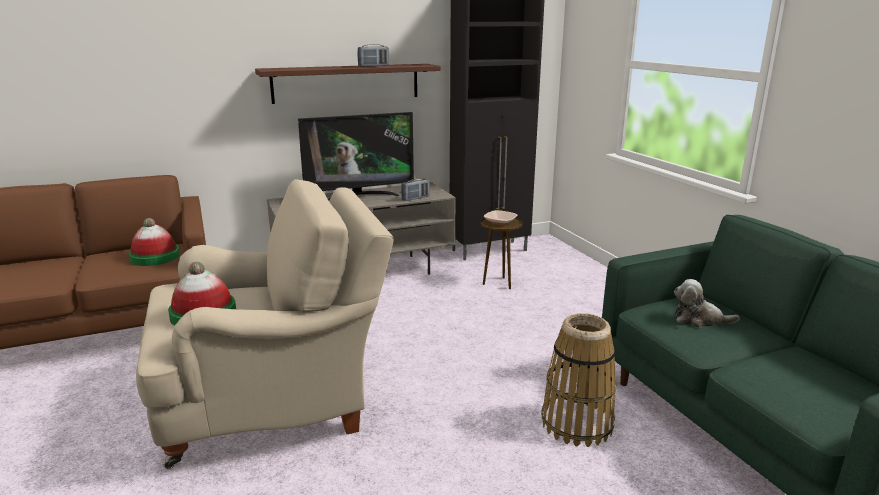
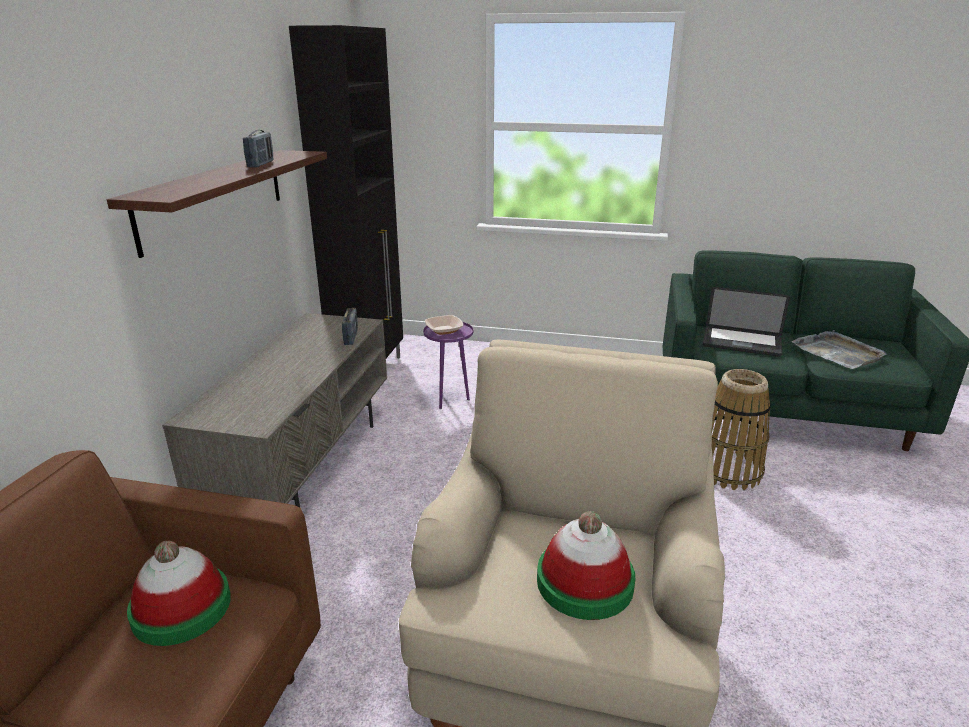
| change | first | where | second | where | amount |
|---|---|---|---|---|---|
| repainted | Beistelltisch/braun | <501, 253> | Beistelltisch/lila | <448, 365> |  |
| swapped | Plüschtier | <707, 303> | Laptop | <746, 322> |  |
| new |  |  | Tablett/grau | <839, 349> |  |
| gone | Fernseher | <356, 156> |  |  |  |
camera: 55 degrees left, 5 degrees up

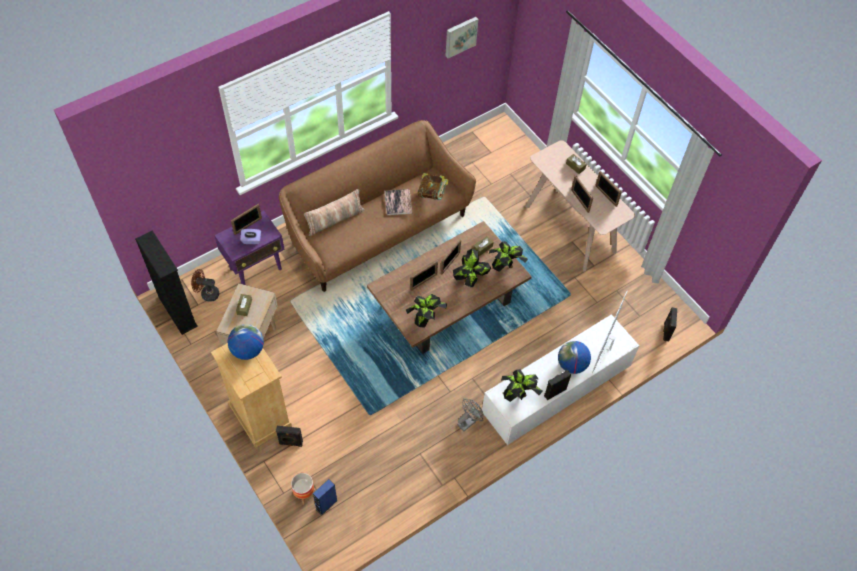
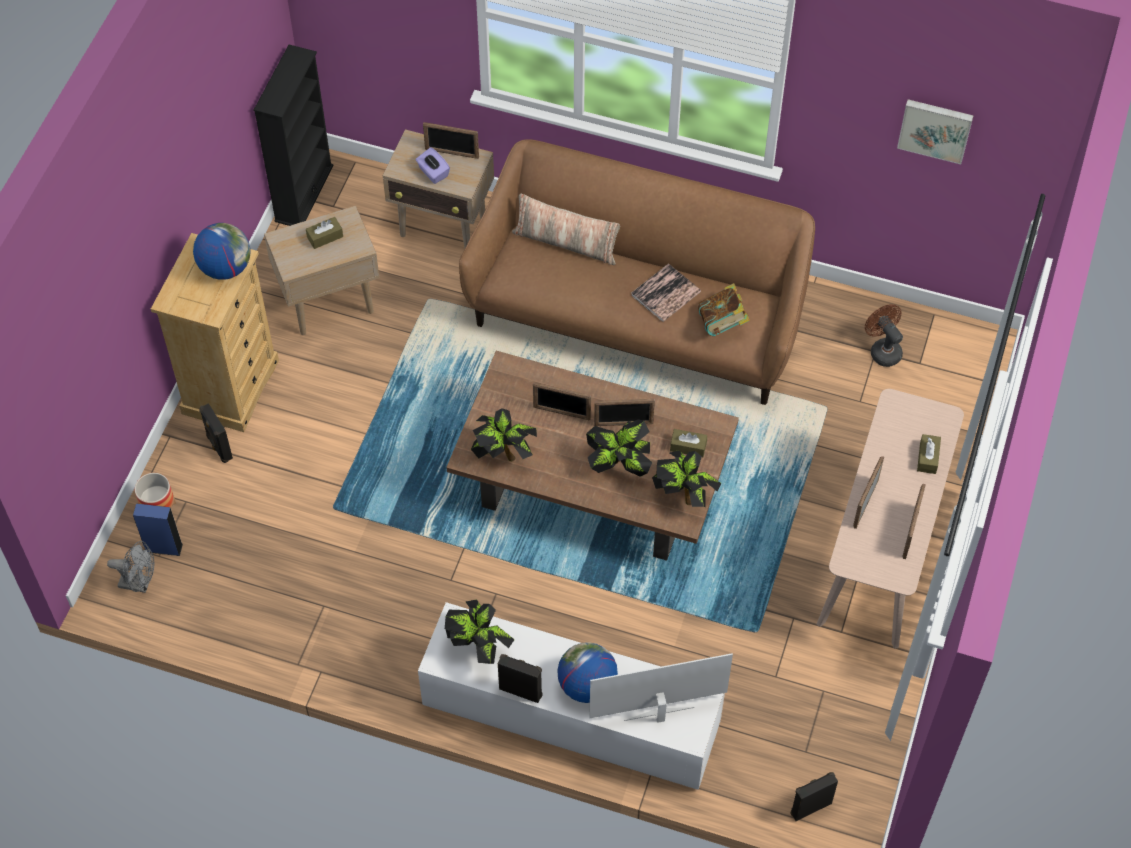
| change | first | where | second | where | amount |
|---|---|---|---|---|---|
| shifted | Ventilator/grau | <470, 415> |  | <130, 567> |  |
| repainted | Beistelltisch/lila | <249, 248> | Beistelltisch/beige | <438, 189> |  |
| shifted | Ventilator/braun | <205, 285> |  | <884, 335> |  |
camera: 55 degrees right, 0 degrees up

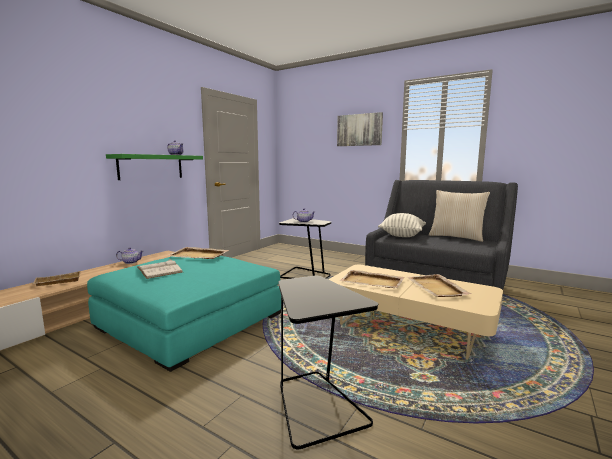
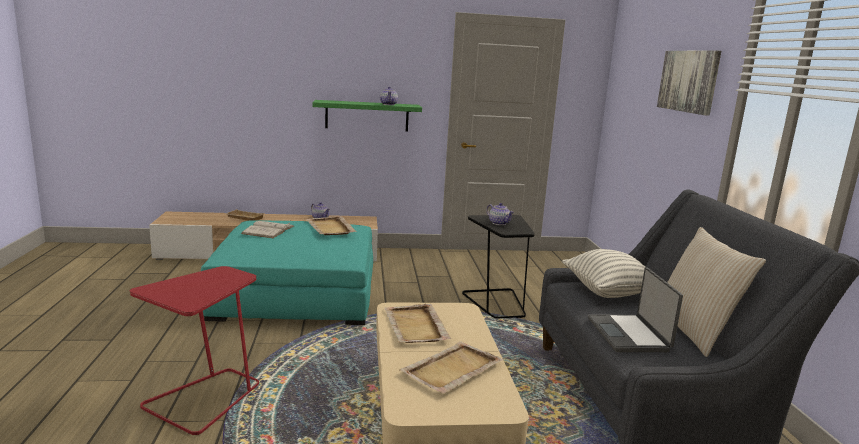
| change | first | where | second | where | amount |
|---|---|---|---|---|---|
| repainted | Beistelltisch/schwarz | <328, 362> | Beistelltisch/rot | <194, 350> |  |
| new |  |  | Laptop | <635, 309> |  |
camera: 50 degrees right, 5 degrees up

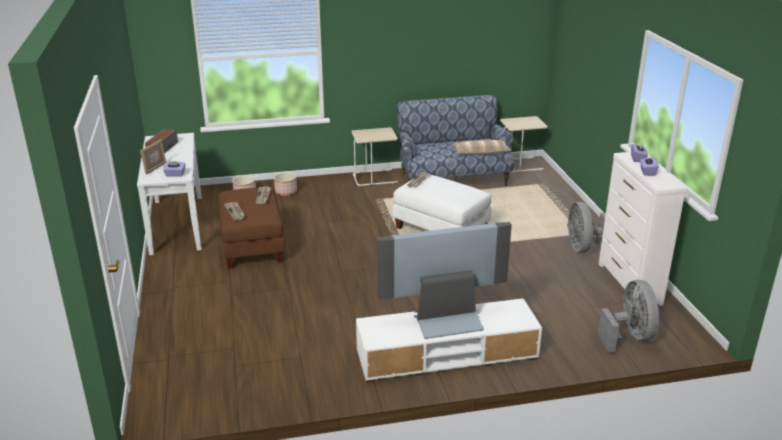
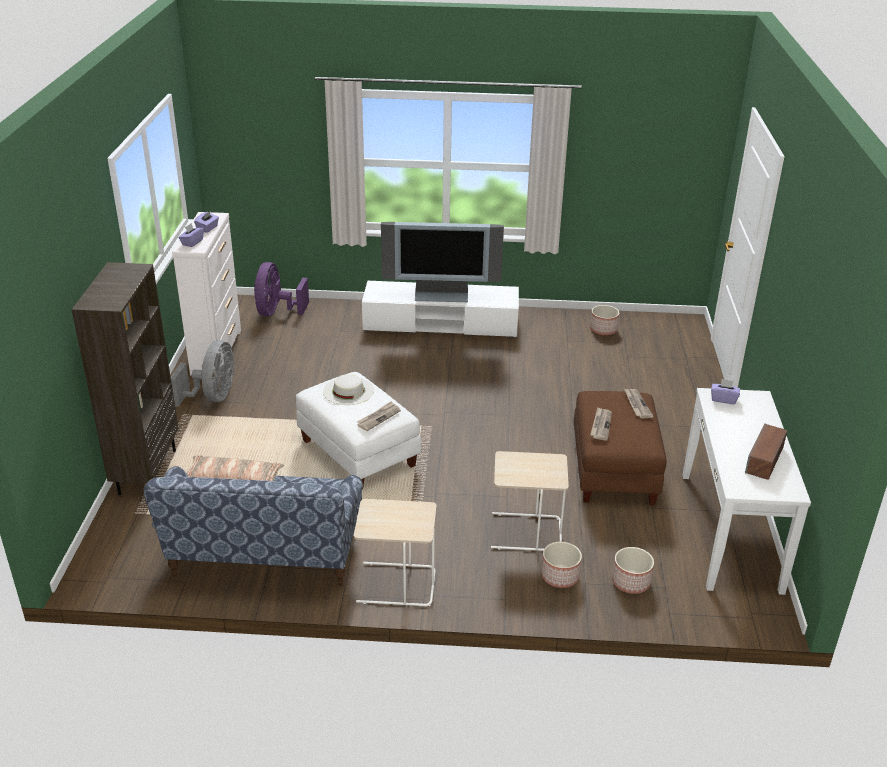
| change | first | where | second | where | amount |
|---|---|---|---|---|---|
| new |  |  | Bücherregal/braun | <125, 378> |  |
| repainted | Ventilator/grau | <628, 316> | Ventilator/lila | <281, 289> |  |
| new |  |  | Hut/weiß | <348, 389> |  |
| shifted | Beistelltisch/beige | <524, 144> |  | <530, 501> |  |
| new |  |  | Pflanzkübel | <604, 320> |  |
| gone | Bilderrahmen | <153, 156> |  |  |  |
camera: 165 degrees left, 5 degrees up

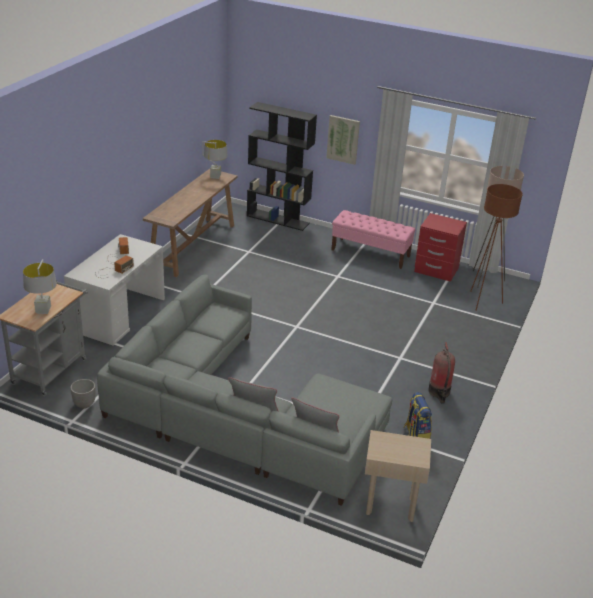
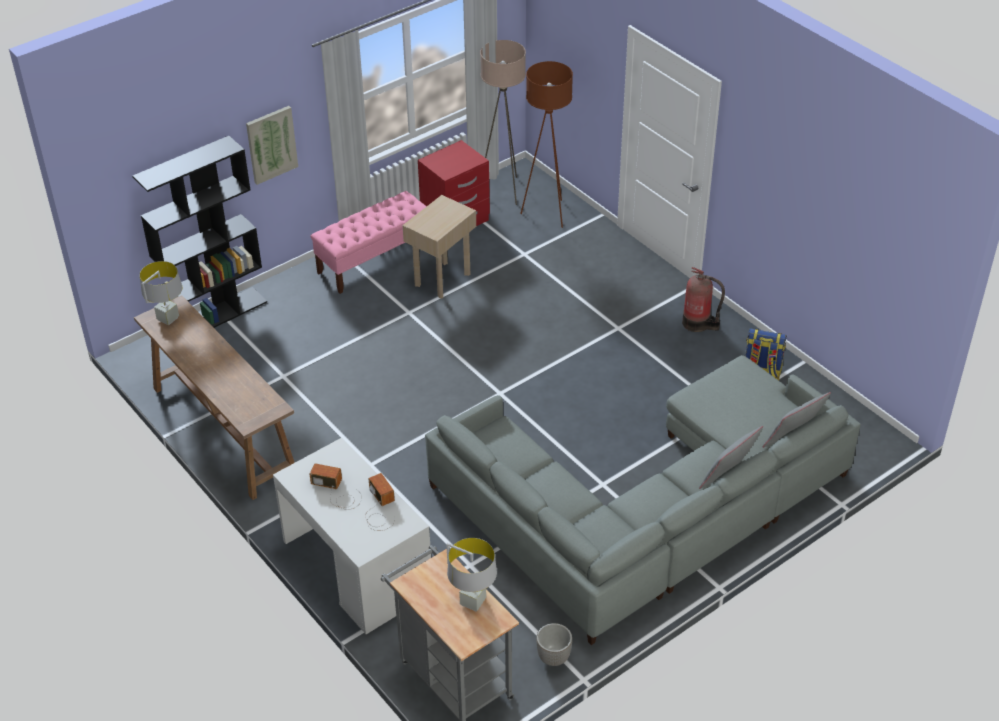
| change | first | where | second | where | amount |
|---|---|---|---|---|---|
| shifted | Beistelltisch/beige | <398, 476> |  | <439, 247> |  |
camera: 60 degrees left, 10 degrees up

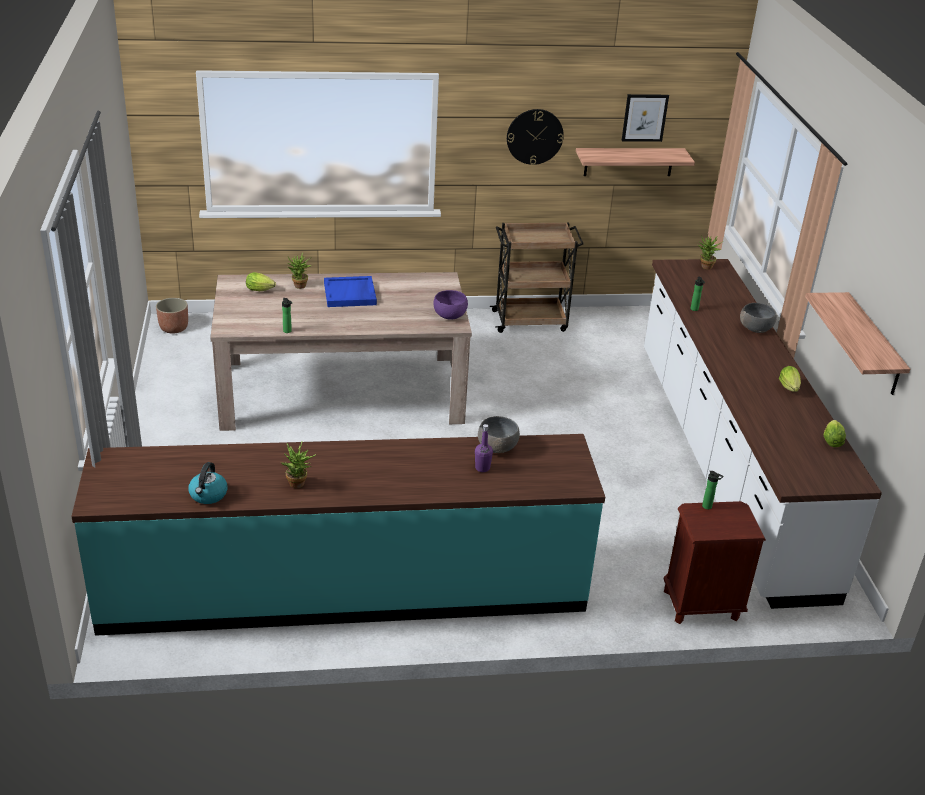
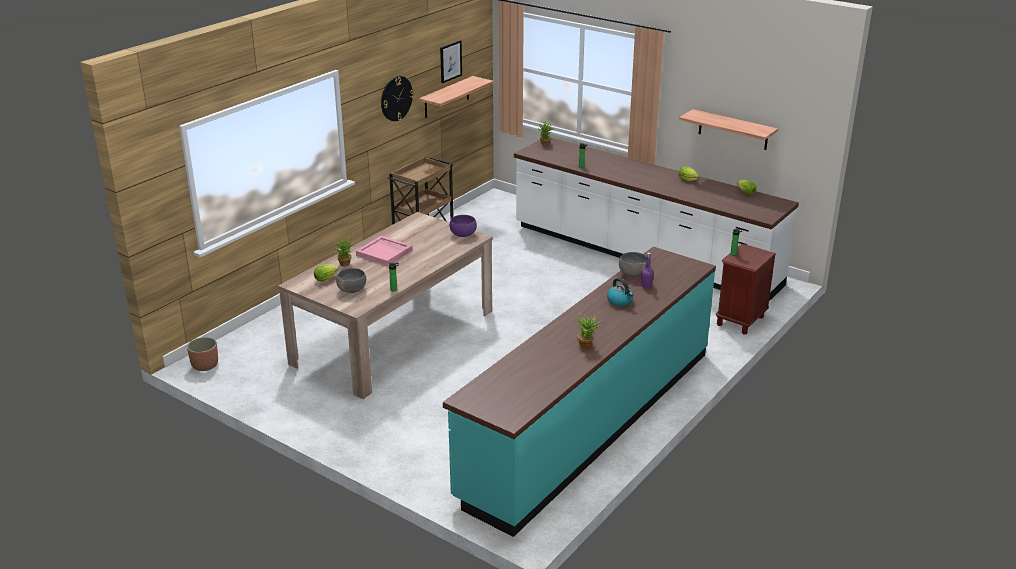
| change | first | where | second | where | amount |
|---|---|---|---|---|---|
| shifted | Schüssel/grau | <758, 318> |  | <351, 280> |  |
| repainted | Tablett/blau | <350, 291> | Tablett/rosa | <384, 251> |  |
| shifted | Wasserkessel | <208, 483> |  | <620, 292> |  |
camera: 45 degrees left, 5 degrees down

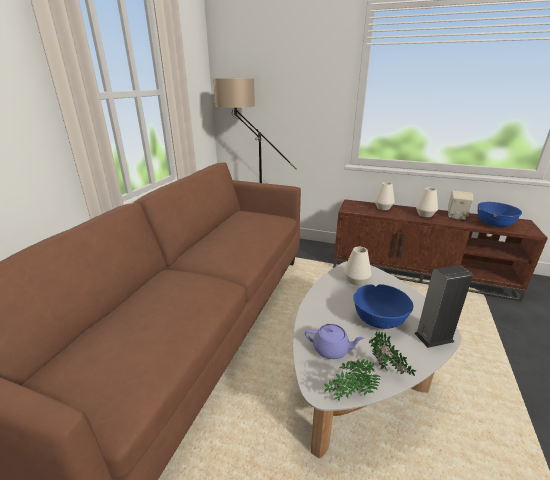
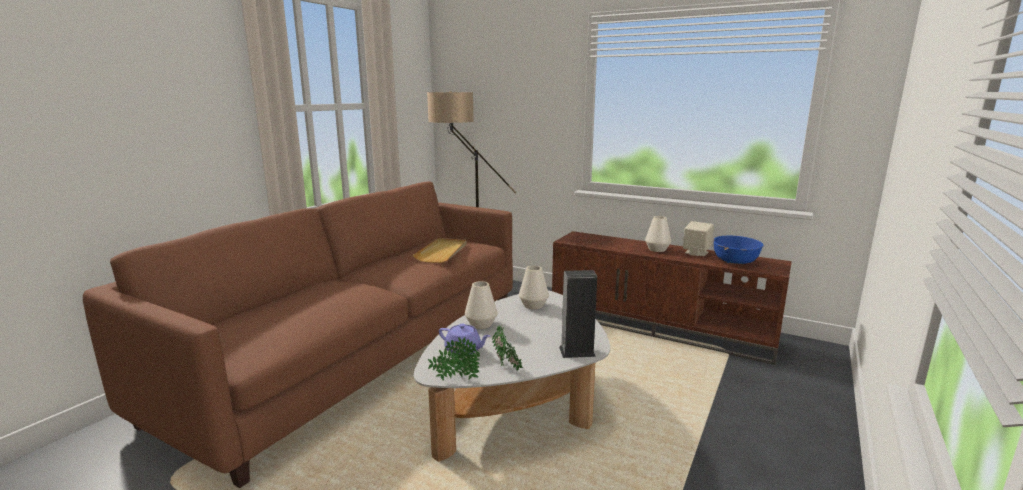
| change | first | where | second | where | amount |
|---|---|---|---|---|---|
| new |  |  | Tablett/beige | <440, 250> |  |
| shifted | Vase/weiß | <384, 196> |  | <481, 305> |  |
| gone | Schüssel/blau | <383, 306> |  |  |  |
camera: 10 degrees right, 10 degrees down

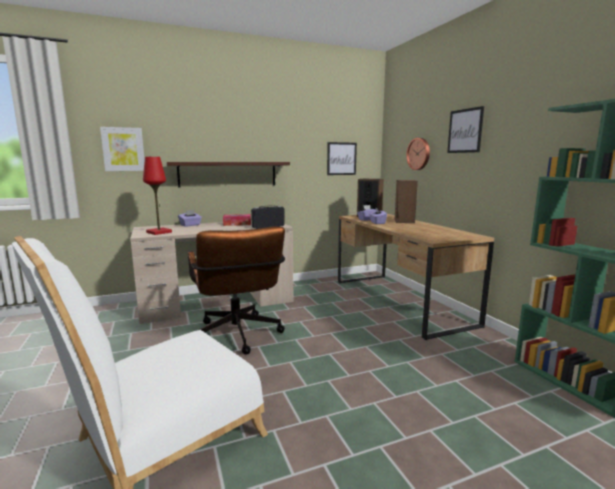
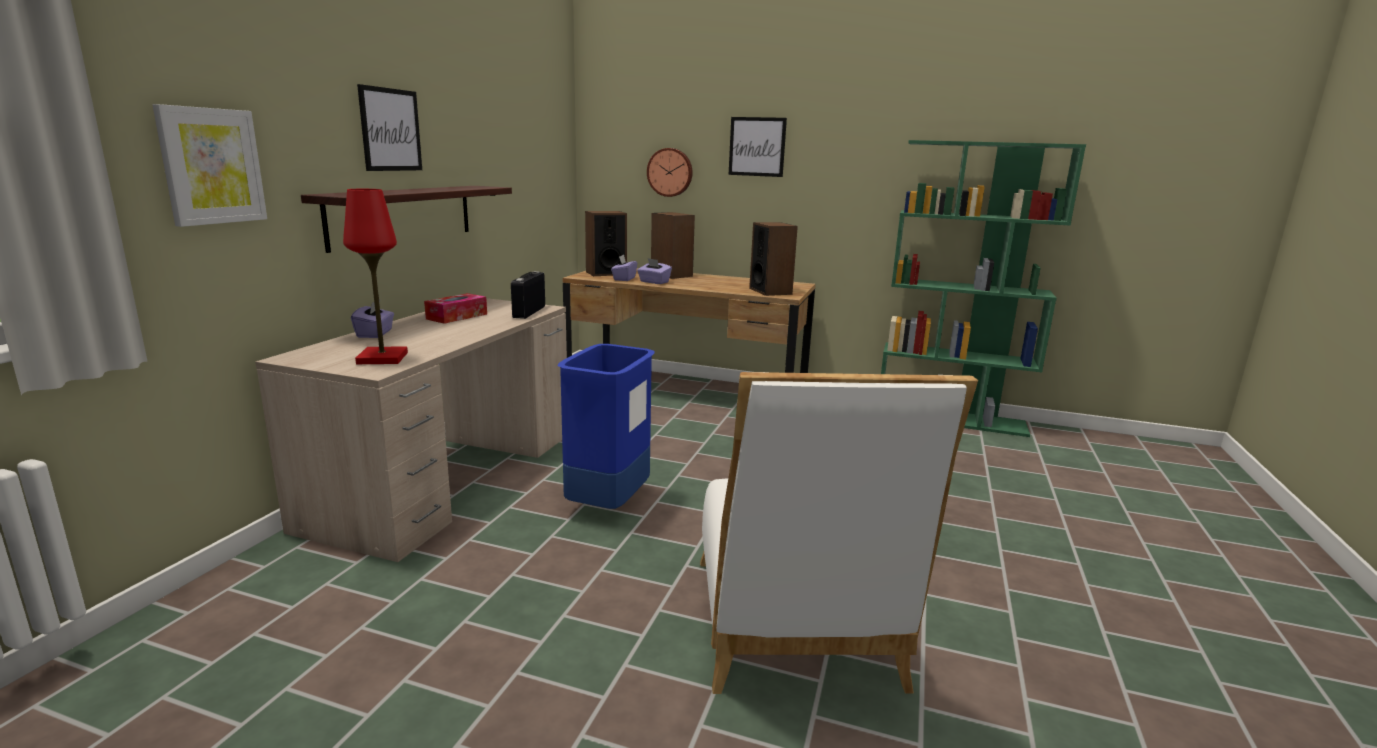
| change | first | where | second | where | amount |
|---|---|---|---|---|---|
| shifted | Bild | <342, 158> |  | <389, 127> |  |
| swapped | Bürostuhl/braun | <236, 290> | Mülleimer/blau | <606, 426> |  |
| new |  |  | Lautsprecher | <773, 259> |  |
camera: 50 degrees left, 5 degrees up

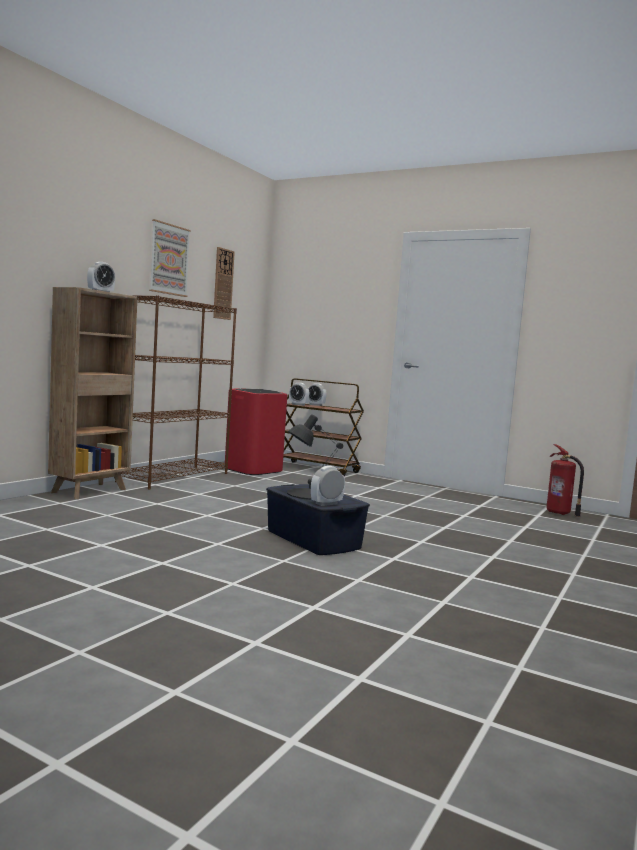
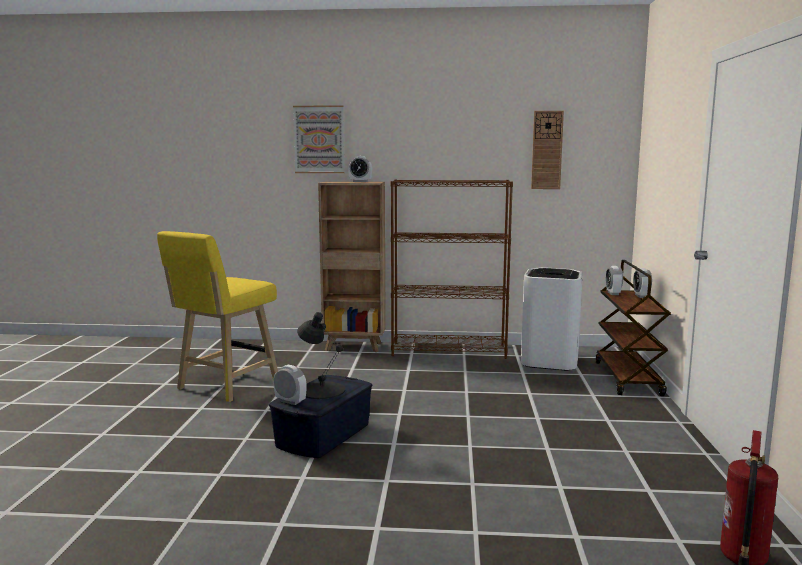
| change | first | where | second | where | amount |
|---|---|---|---|---|---|
| new |  |  | Hocker/gelb | <217, 316> |  |
| shifted | Bild | <170, 258> |  | <319, 139> |  |
| repainted | Mülleimer/rot | <256, 431> | Mülleimer/weiß | <552, 319> |  |
camera: 65 degrees right, 5 degrees up

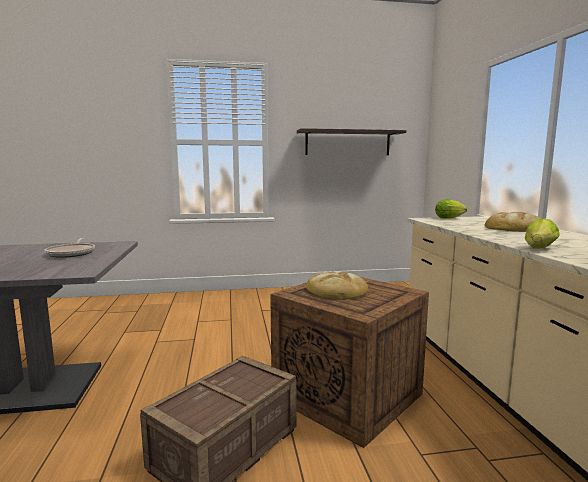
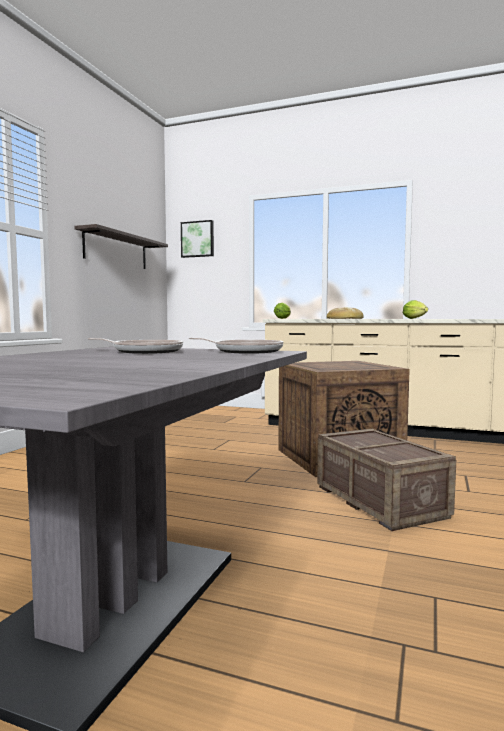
| change | first | where | second | where | amount |
|---|---|---|---|---|---|
| new |  |  | Bild | <197, 239> |  |
| new |  |  | Pfanne | <236, 346> |  |
| gone | Brot | <337, 285> |  |  |  |
camera: 60 degrees left, 5 degrees down

